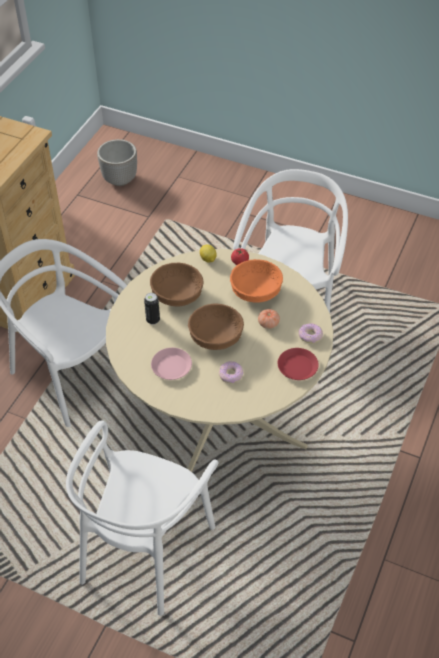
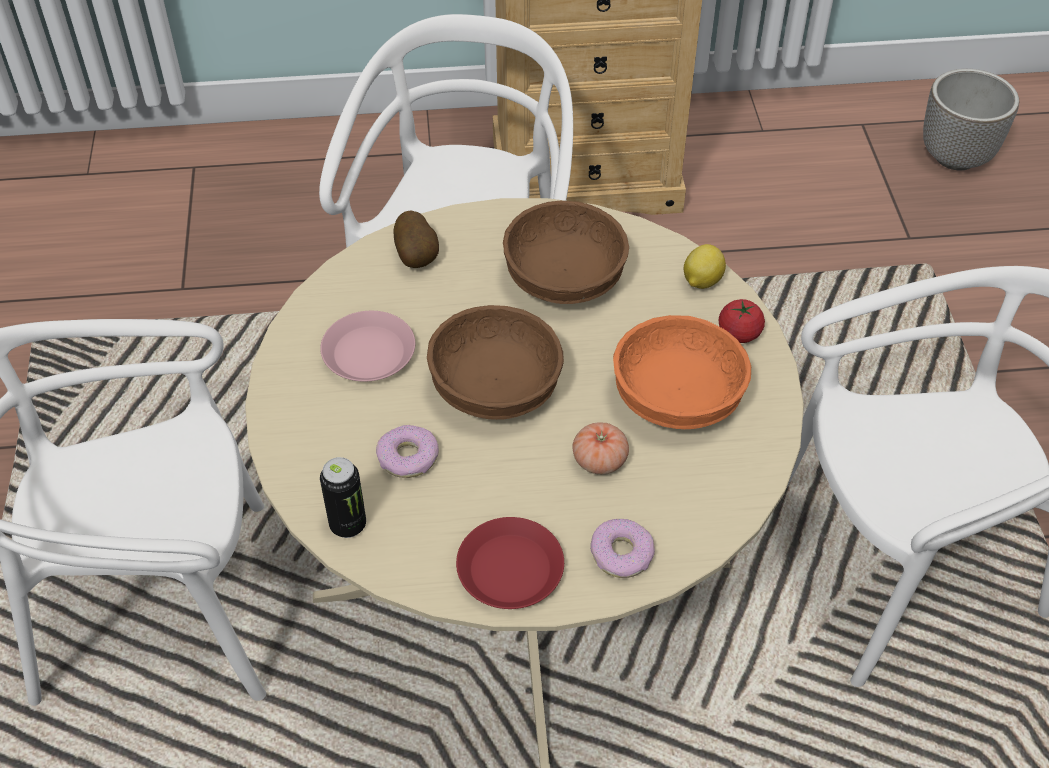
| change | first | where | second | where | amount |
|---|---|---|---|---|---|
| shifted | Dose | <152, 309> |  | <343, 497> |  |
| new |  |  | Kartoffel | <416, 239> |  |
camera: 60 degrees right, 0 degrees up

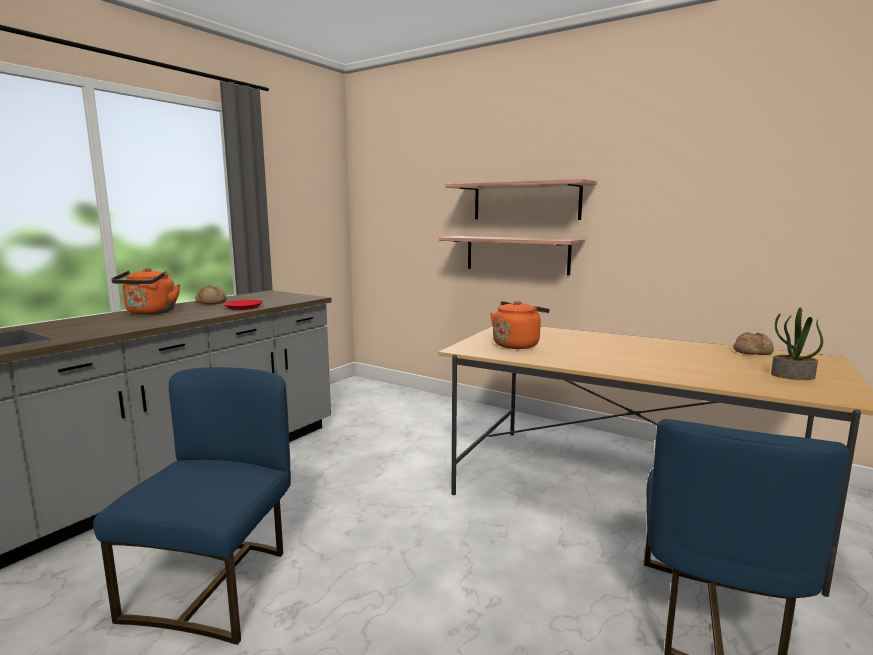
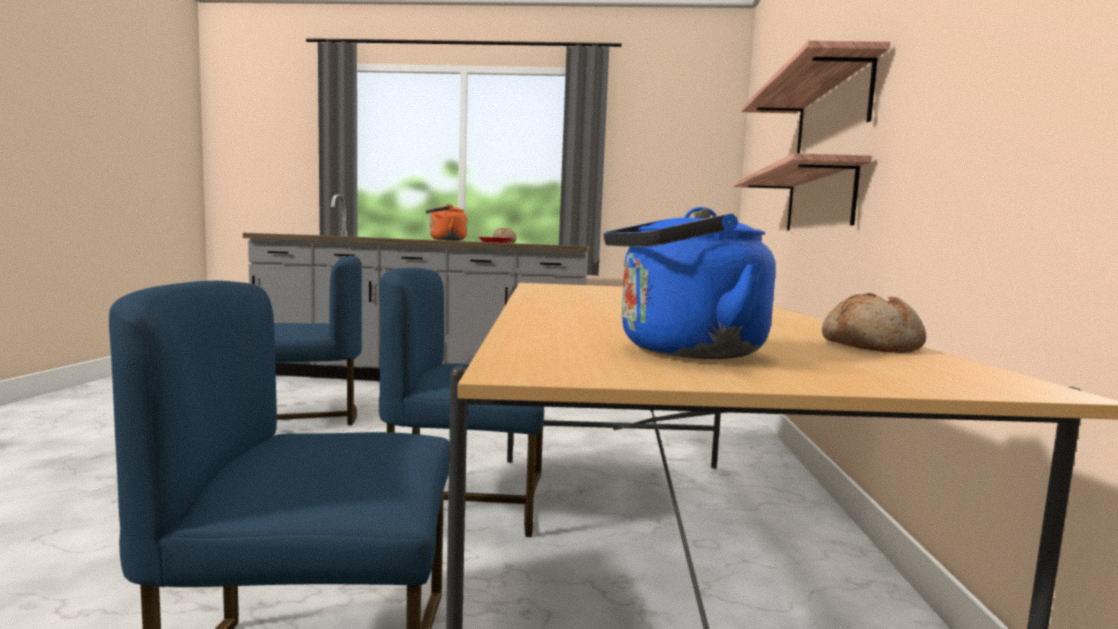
| change | first | where | second | where | amount |
|---|---|---|---|---|---|
| new |  |  | Stuhl/blau | <461, 402> |  |
| swapped | Topfpflanze | <797, 343> | Wasserkessel/blau | <690, 283> |  |
| gone | Wasserkessel/orange | <520, 325> |  |  |  |
camera: 60 degrees right, 5 degrees down

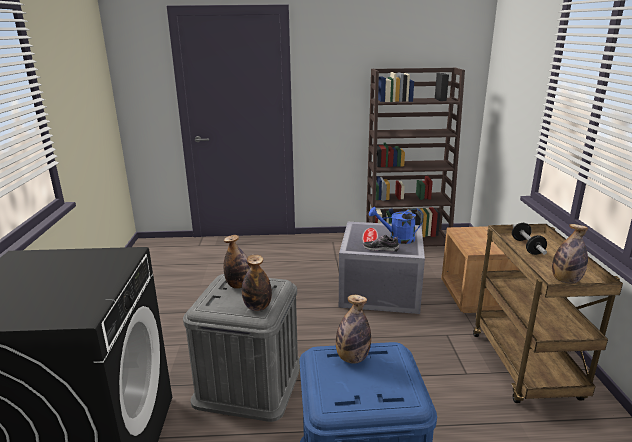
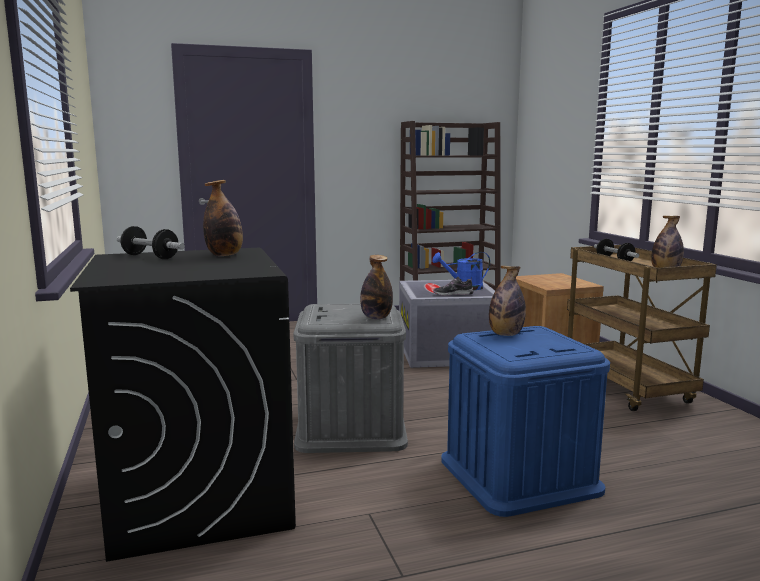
| change | first | where | second | where | amount |
|---|---|---|---|---|---|
| new |  |  | Hantel | <150, 242> |  |
| shifted | Flasche | <237, 262> |  | <223, 218> |  |
camera: 15 degrees left, 10 degrees down

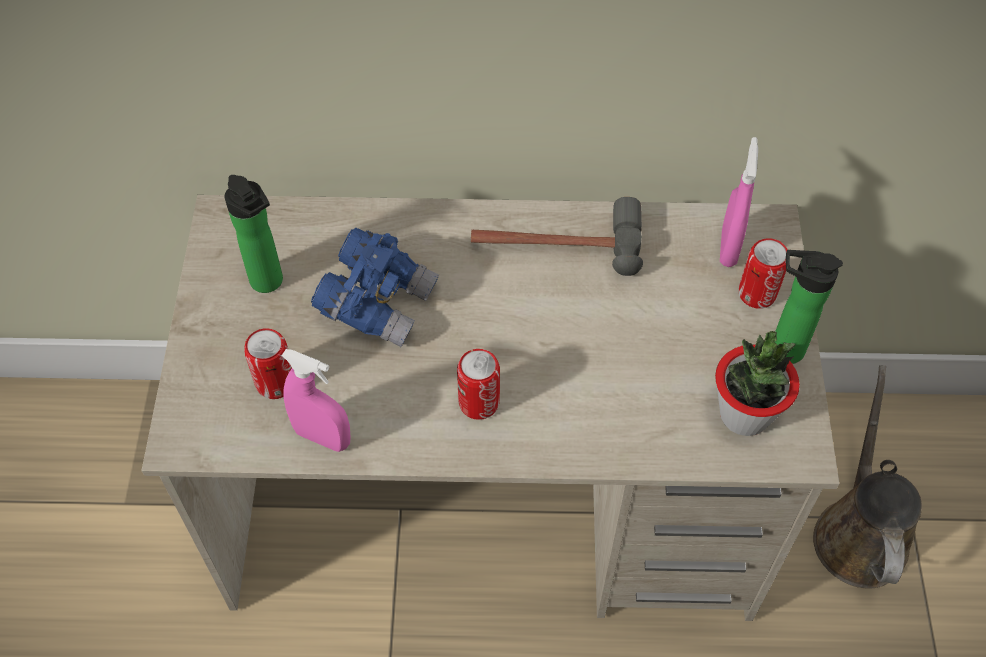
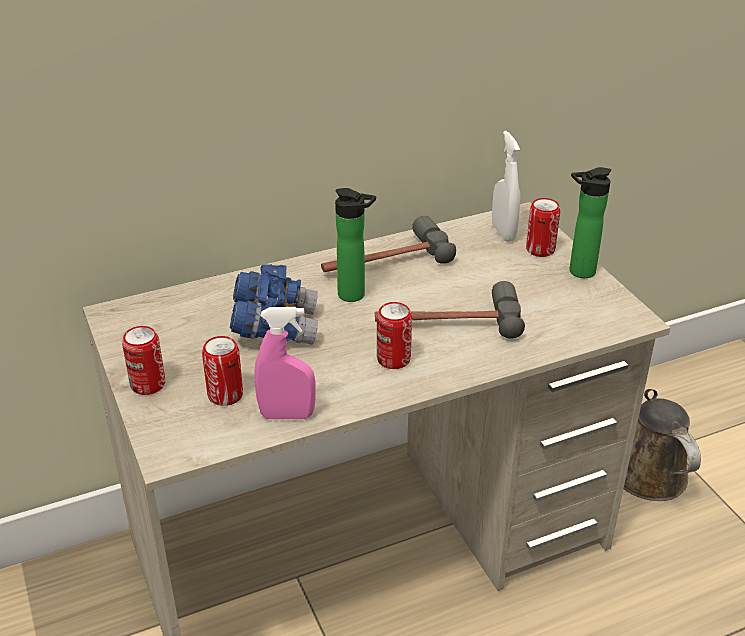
| change | first | where | second | where | amount |
|---|---|---|---|---|---|
| new |  |  | Dose | <143, 360> |  |
| shifted | Flasche | <254, 234> |  | <355, 245> |  |
| new |  |  | Hammer | <450, 310> |  |
| repainted | Sprühflasche/rosa | <739, 202> | Sprühflasche/weiß | <506, 186> |  |
| gone | Topfpflanze | <757, 383> |  |  |  |
camera: 25 degrees left, 20 degrees down

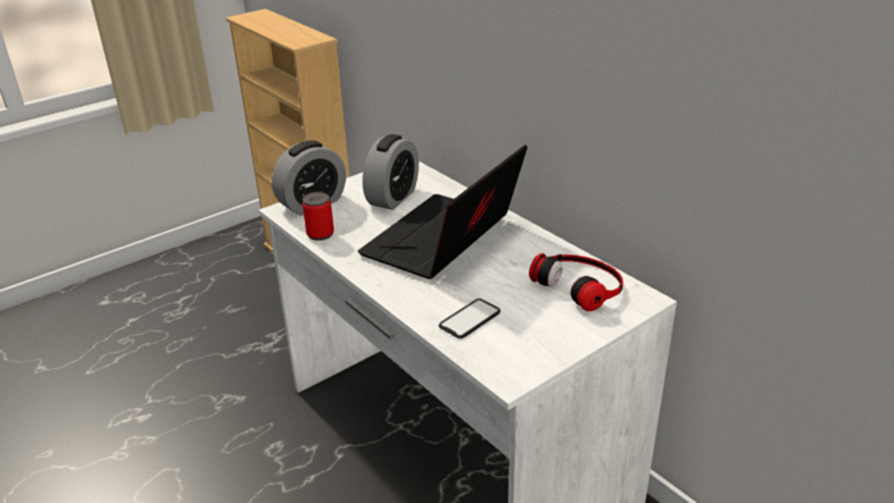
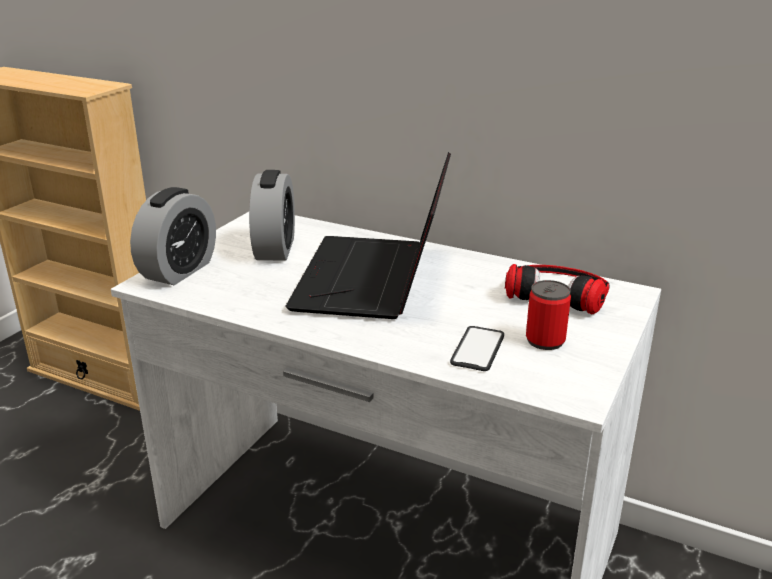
| change | first | where | second | where | amount |
|---|---|---|---|---|---|
| shifted | Dose | <318, 216> |  | <548, 315> |  |
camera: 25 degrees left, 5 degrees down

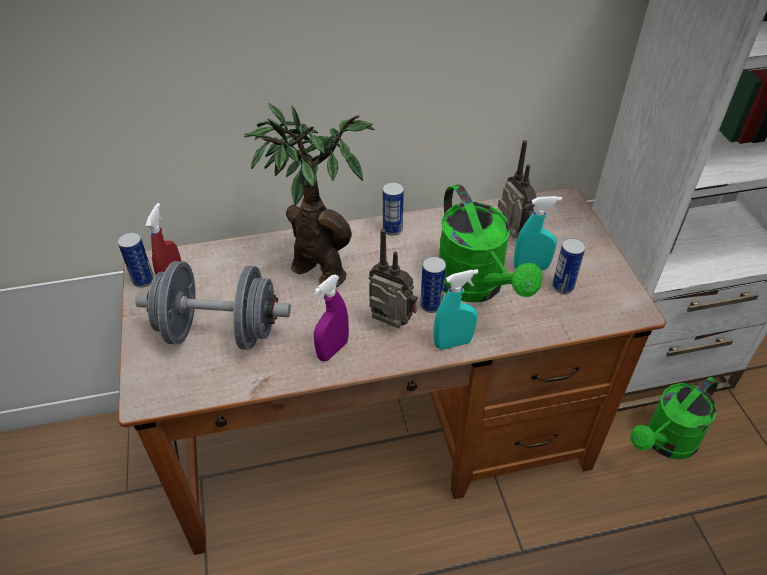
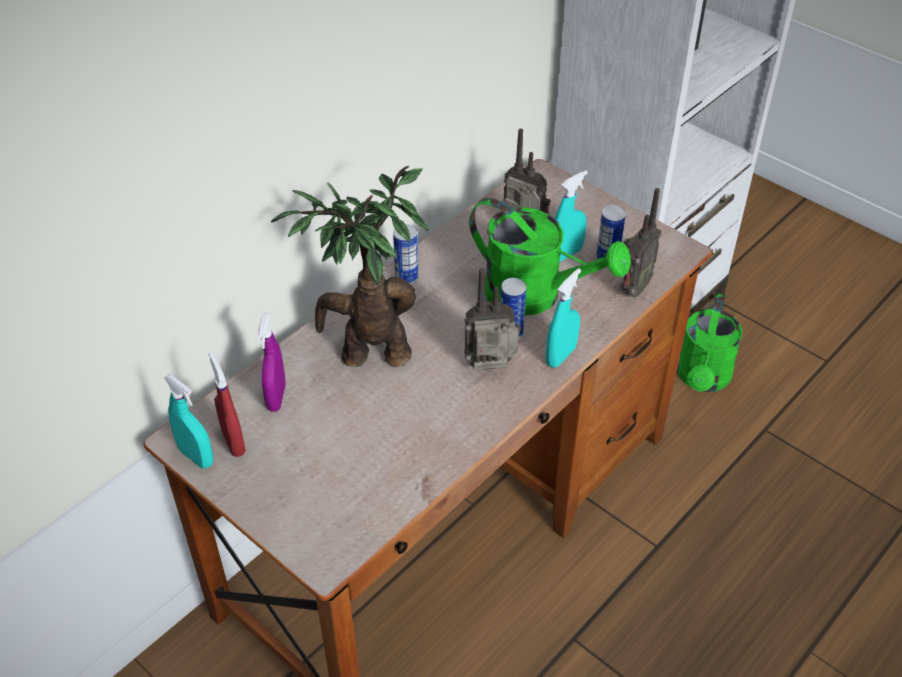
| change | first | where | second | where | amount |
|---|---|---|---|---|---|
| swapped | Dose | <135, 260> | Sprühflasche/türkis | <188, 421> |  |
| shifted | Sprühflasche/lila | <331, 318> |  | <272, 362> |  |
| new |  |  | Radio | <640, 242> |  |
| gone | Hantel/grau | <213, 305> |  |  |  |
camera: 35 degrees left, 0 degrees up

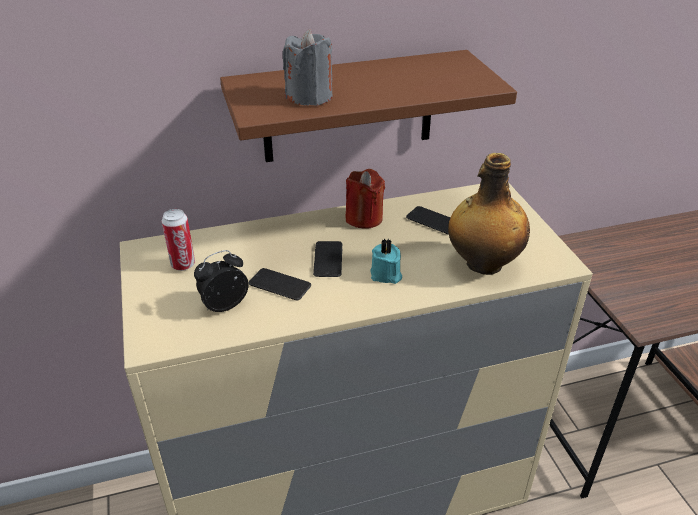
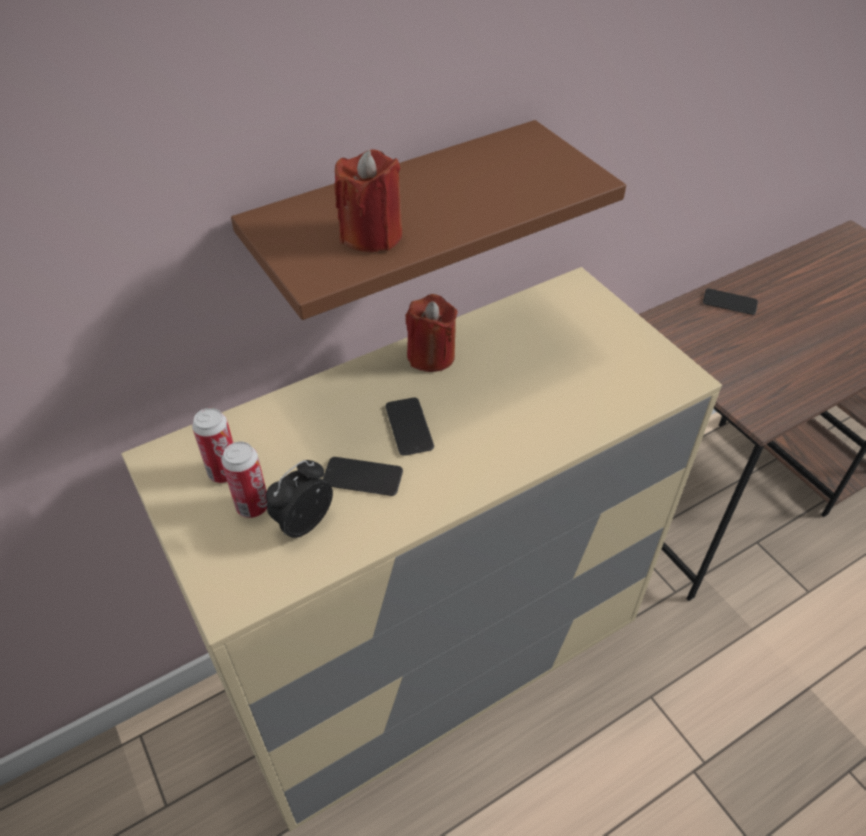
| change | first | where | second | where | amount |
|---|---|---|---|---|---|
| new |  |  | Dose | <244, 479> |  |
| repainted | Kerze/grau | <308, 67> | Kerze/rot | <368, 200> |  |
| shifted | Handy | <428, 220> |  | <730, 302> |  |
| gone | Kerze/türkis | <386, 261> |  |  |  |
| gone | Flasche | <489, 214> |  |  |  |
camera: 15 degrees left, 10 degrees up

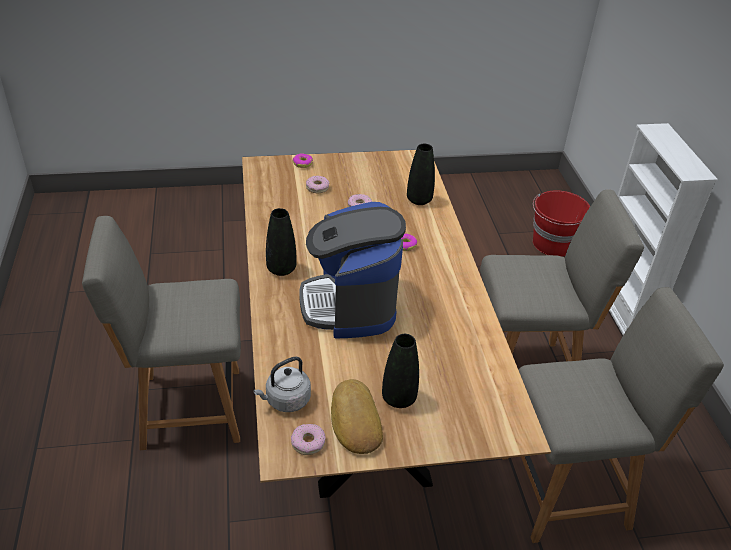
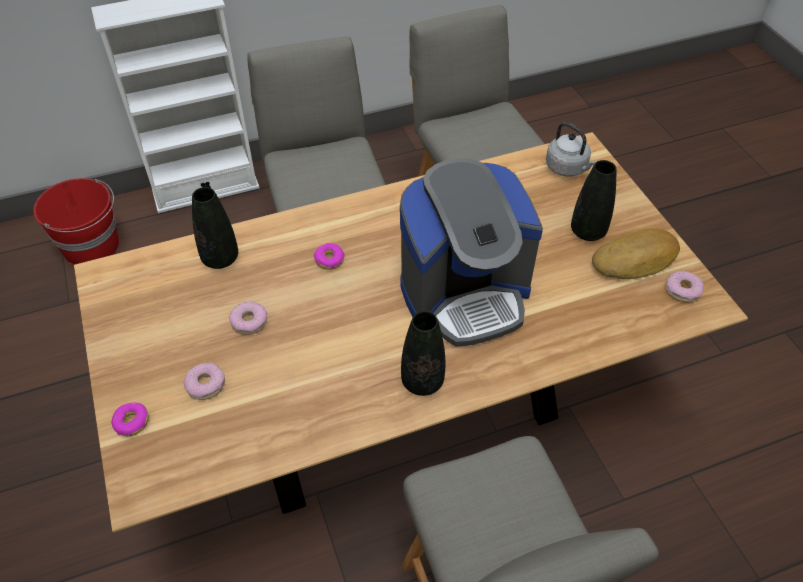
| change | first | where | second | where | amount |
|---|---|---|---|---|---|
| shifted | Wasserkessel/grau | <282, 384> |  | <571, 149> |  |
camera: 100 degrees left, 10 degrees up

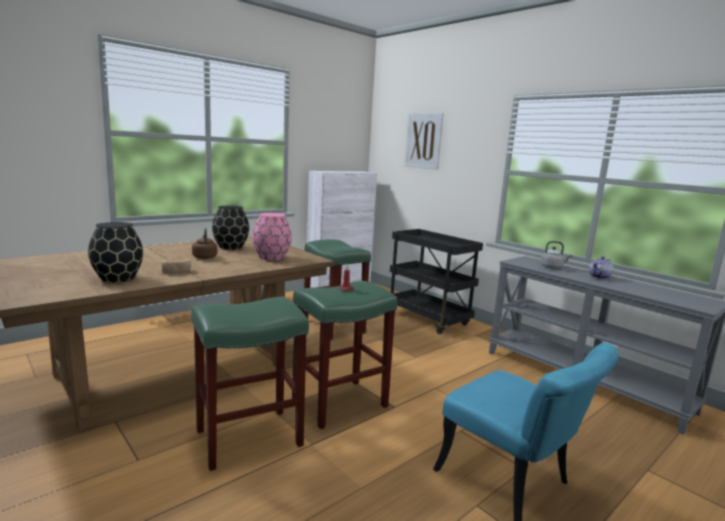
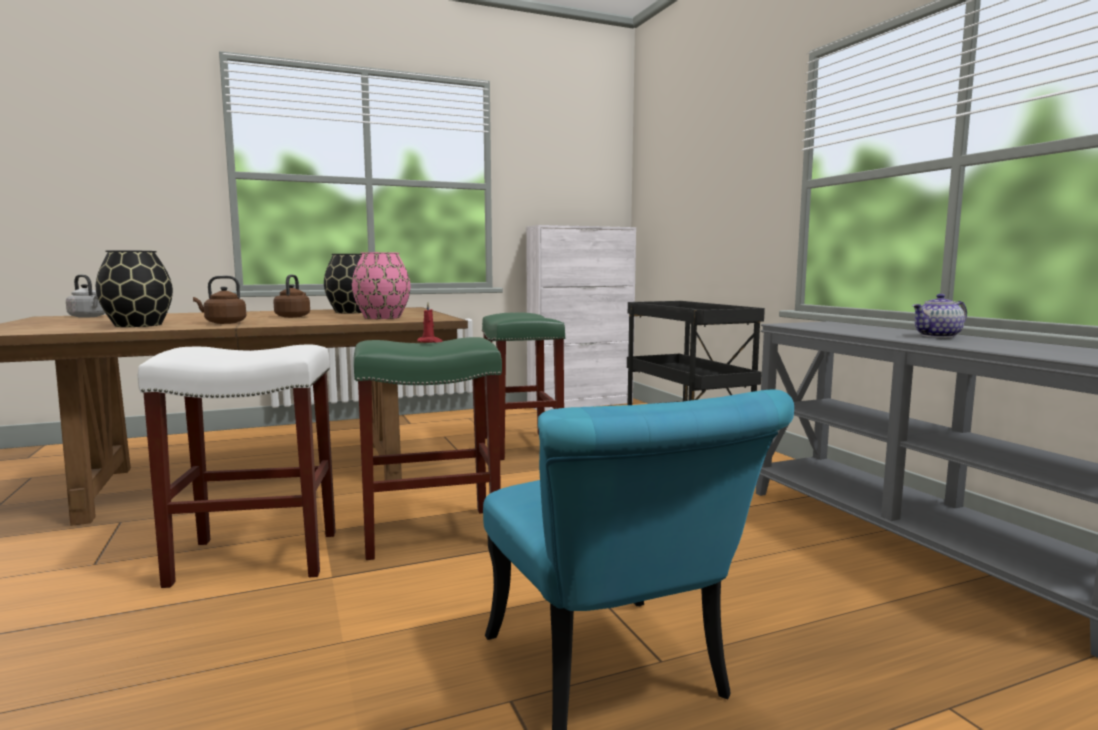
| change | first | where | second | where | amount |
|---|---|---|---|---|---|
| shifted | Wasserkessel/grau | <556, 255> |  | <85, 296> |  |
| repainted | Hocker/grün | <250, 384> | Hocker/weiß | <237, 466> |  |
| swapped | Brot | <176, 266> | Wasserkessel/braun | <219, 300> |  |
| gone | Bild | <424, 141> |  |  |  |
camera: 20 degrees right, 5 degrees down

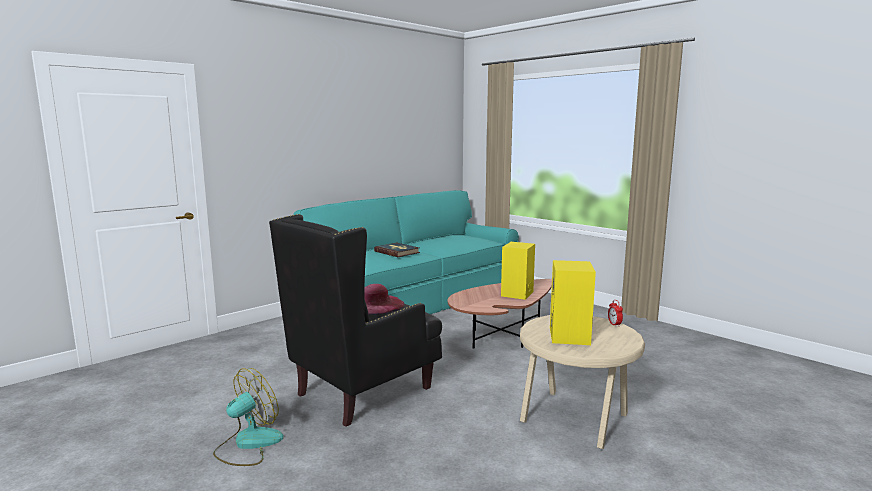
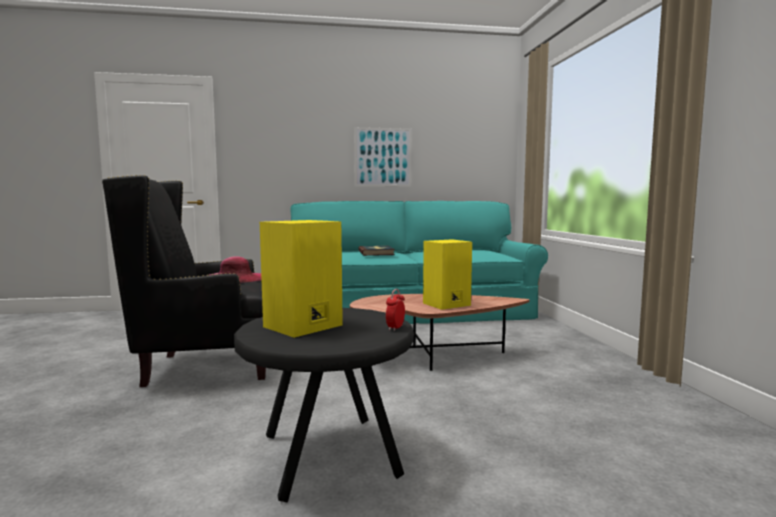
| change | first | where | second | where | amount |
|---|---|---|---|---|---|
| repainted | Beistelltisch/beige | <582, 382> | Beistelltisch/schwarz | <324, 405> |  |
| new |  |  | Bild | <382, 157> |  |
| gone | Ventilator | <248, 417> |  |  |  |
camera: 35 degrees right, 5 degrees down

